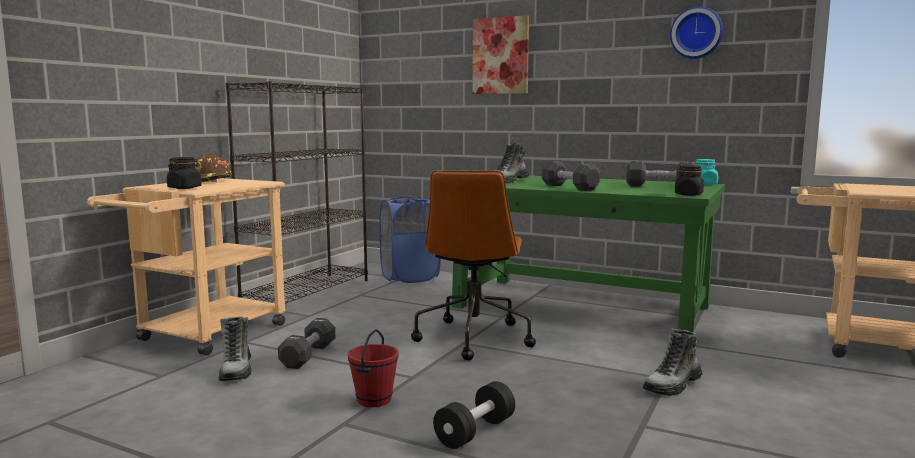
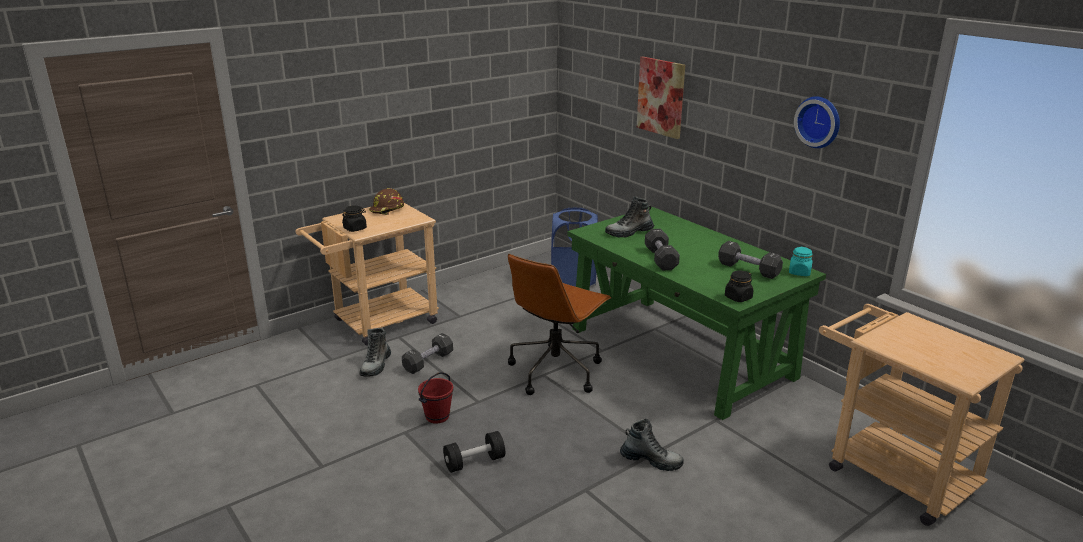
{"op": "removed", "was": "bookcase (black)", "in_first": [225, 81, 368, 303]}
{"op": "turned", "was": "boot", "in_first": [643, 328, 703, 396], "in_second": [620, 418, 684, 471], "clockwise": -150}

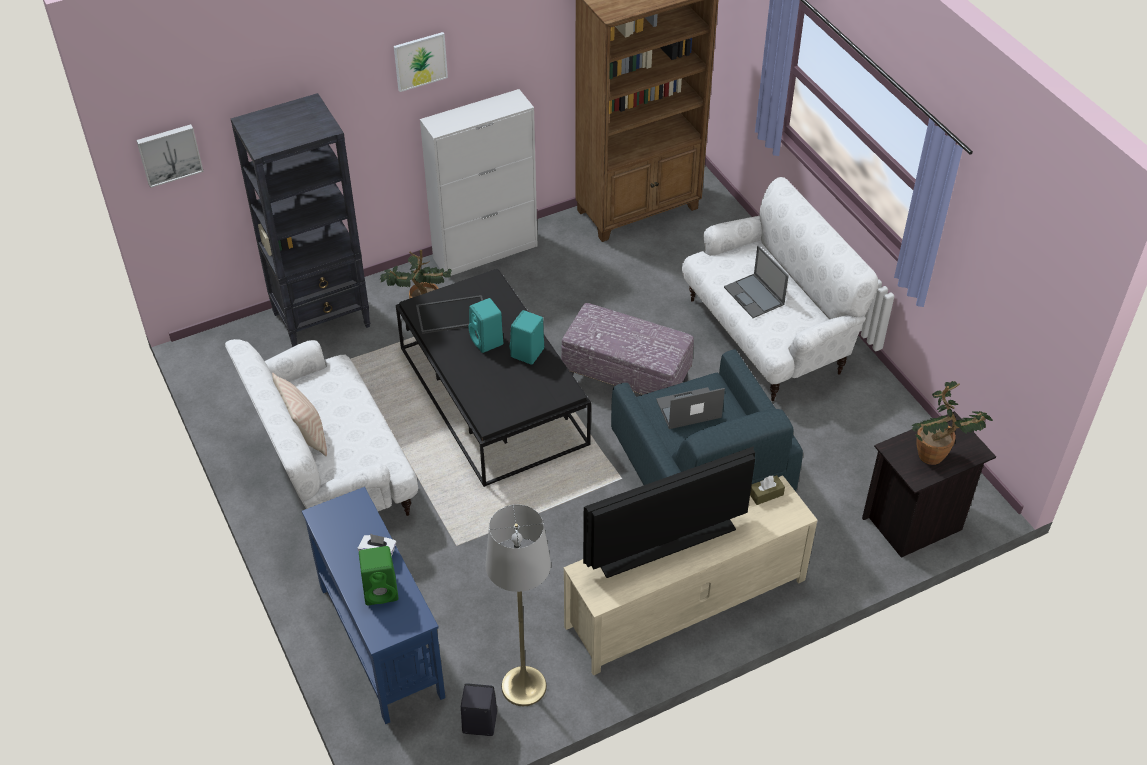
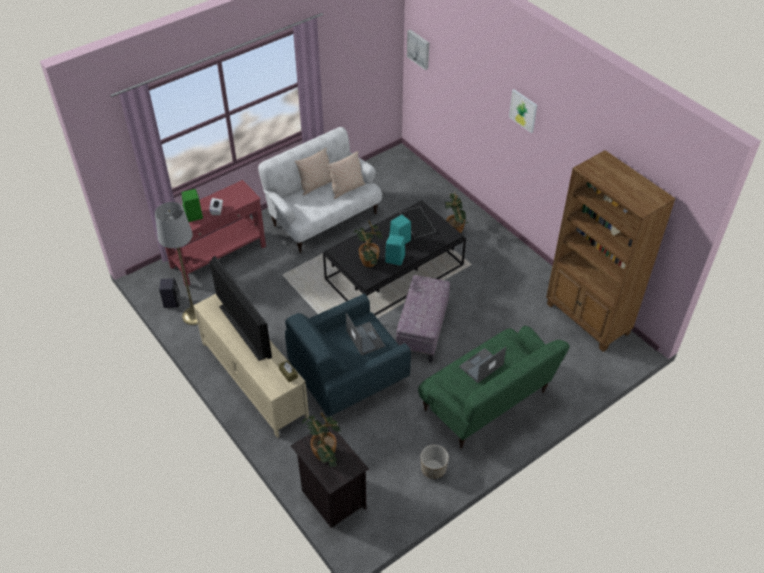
{"op": "removed", "was": "bookcase (black)", "in_first": [231, 93, 370, 347]}
{"op": "recoloured", "was": "console table (blue)", "now": "console table (red)", "in_first": [302, 487, 445, 724], "in_second": [165, 180, 266, 286]}
{"op": "removed", "was": "cabinet (white)", "in_first": [420, 89, 537, 276]}
{"op": "recoloured", "was": "sofa (white)", "now": "sofa (green)", "in_first": [682, 177, 878, 401], "in_second": [418, 326, 570, 449]}
{"op": "added", "now": "pillow (beige)", "in_second": [326, 151, 365, 199]}
{"op": "added", "now": "potted plant", "in_second": [354, 220, 383, 267]}
{"op": "added", "now": "planter", "in_second": [420, 445, 449, 479]}

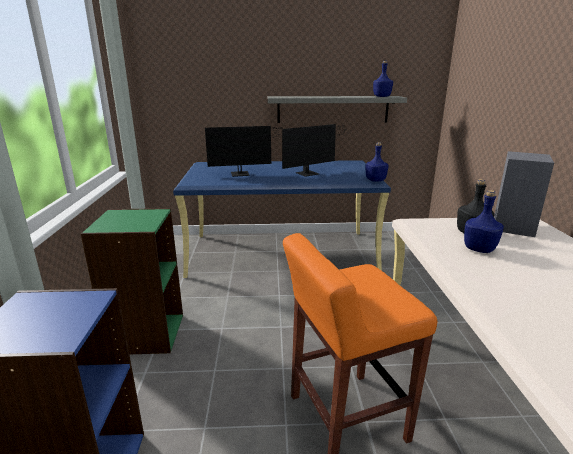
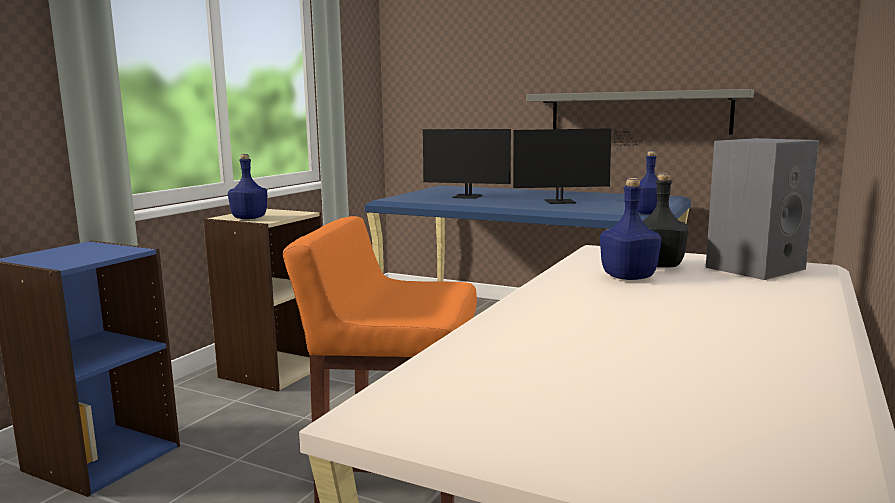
{"op": "recoloured", "was": "bookcase (green)", "now": "bookcase (beige)", "in_first": [81, 208, 183, 354], "in_second": [203, 208, 322, 392]}
{"op": "moved", "was": "bottle (blue)", "in_first": [373, 61, 393, 97], "in_second": [228, 154, 267, 219]}

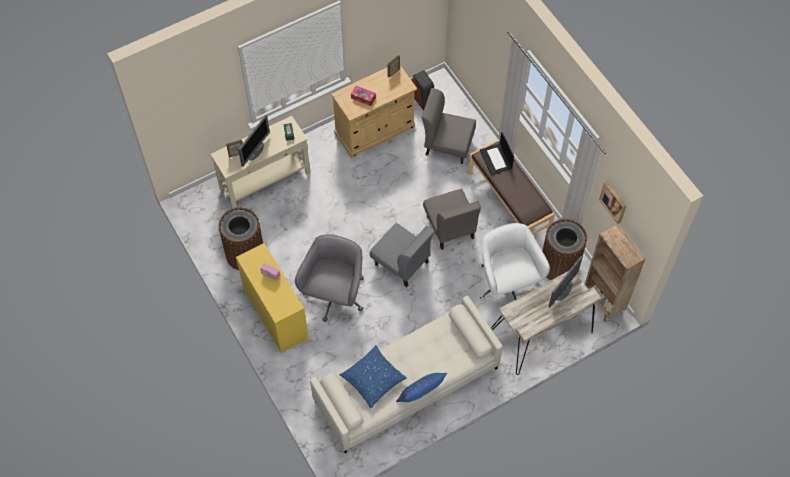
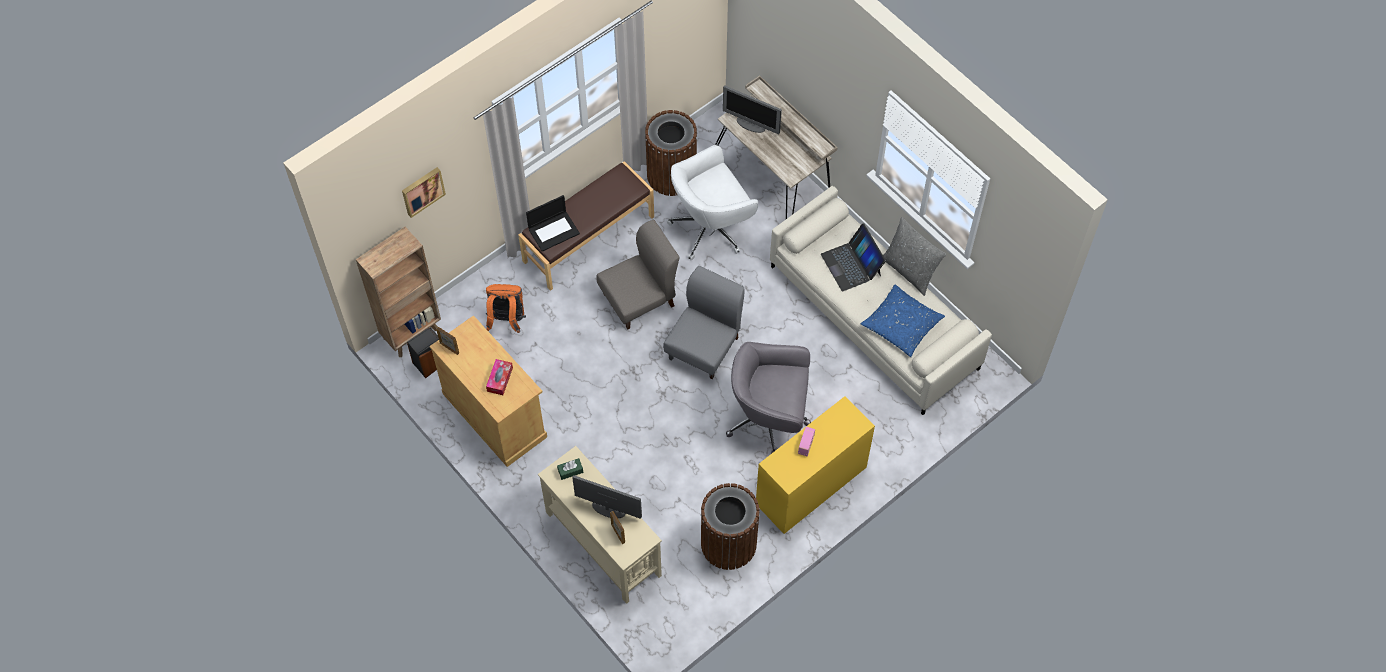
{"op": "recoloured", "was": "pillow (blue)", "now": "pillow (grey)", "in_first": [396, 373, 447, 402], "in_second": [883, 217, 946, 296]}
{"op": "replaced", "was": "chair (grey)", "now": "backpack (orange)", "in_first": [422, 88, 476, 164], "in_second": [486, 284, 526, 333]}
{"op": "moved", "was": "bookcase (brown)", "in_first": [585, 224, 645, 322], "in_second": [356, 227, 441, 357]}
{"op": "moved", "was": "picture", "in_first": [599, 181, 627, 224], "in_second": [402, 167, 446, 218]}
{"op": "added", "now": "laptop", "in_second": [821, 223, 886, 292]}

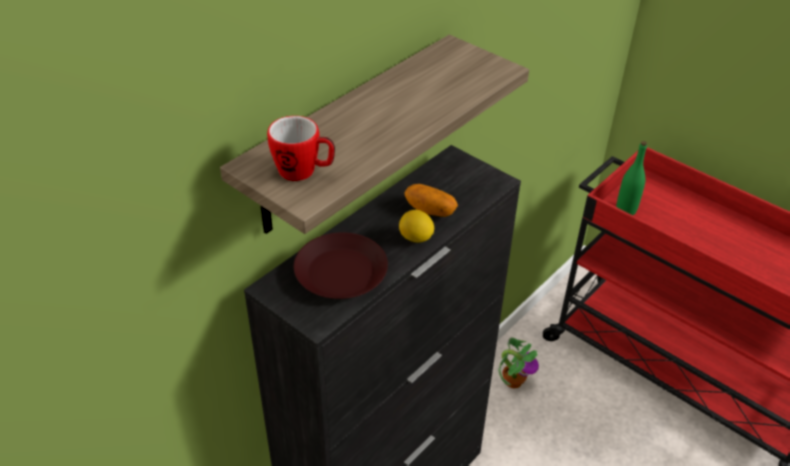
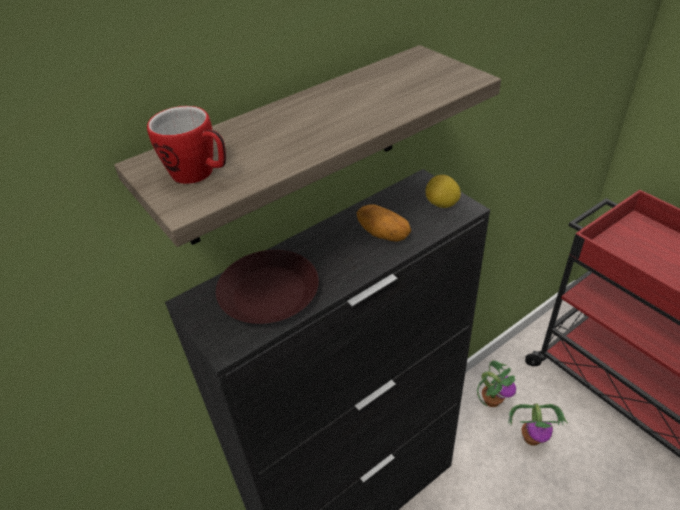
{"op": "moved", "was": "lemon", "in_first": [399, 210, 434, 243], "in_second": [425, 175, 461, 208]}
{"op": "removed", "was": "bottle (green)", "in_first": [616, 141, 647, 215]}
{"op": "added", "now": "potted plant", "in_second": [508, 403, 568, 446]}

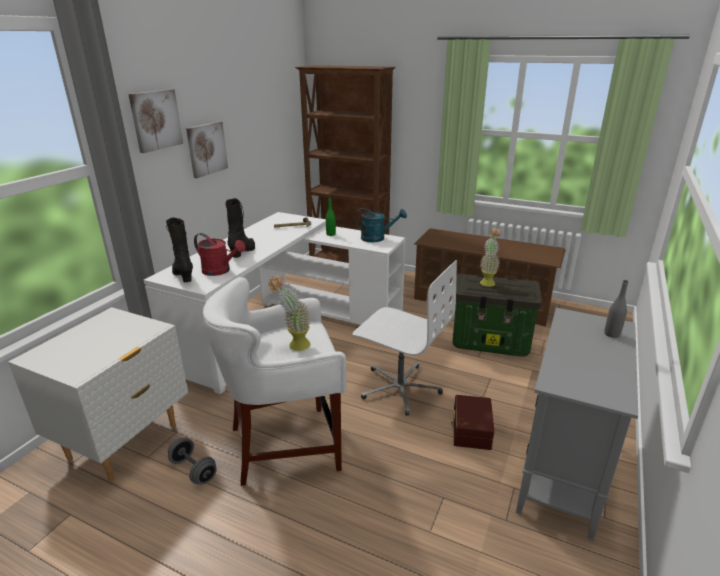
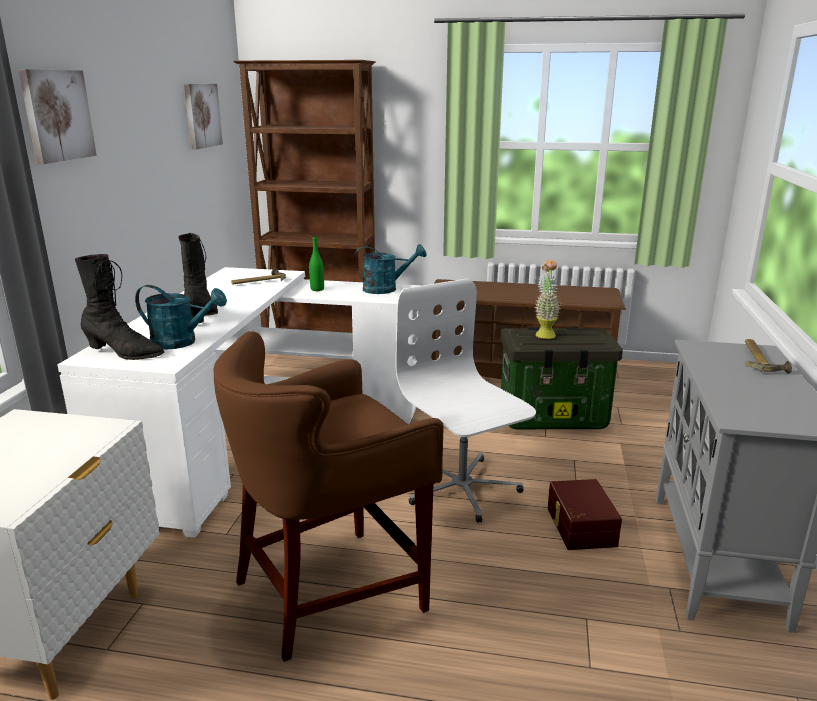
{"op": "turned", "was": "boot (black)", "in_first": [166, 217, 193, 282], "in_second": [75, 254, 164, 360], "clockwise": 150}
{"op": "removed", "was": "dumbbell (grey)", "in_first": [168, 438, 217, 485]}
{"op": "moved", "was": "picture", "in_first": [186, 121, 228, 178], "in_second": [184, 84, 223, 150]}
{"op": "recoloured", "was": "watering can (red)", "now": "watering can (turquoise)", "in_first": [194, 233, 246, 276], "in_second": [135, 285, 227, 350]}
{"op": "recoloured", "was": "stool (white)", "now": "stool (brown)", "in_first": [203, 277, 347, 486], "in_second": [213, 331, 444, 662]}
{"op": "removed", "was": "potted plant", "in_first": [268, 275, 311, 351]}
{"op": "turned", "was": "office chair (white)", "in_first": [352, 260, 457, 416], "in_second": [395, 278, 536, 523], "clockwise": -135}
{"op": "replaced", "was": "bottle (grey)", "now": "hammer", "in_first": [604, 280, 628, 338], "in_second": [745, 339, 792, 374]}

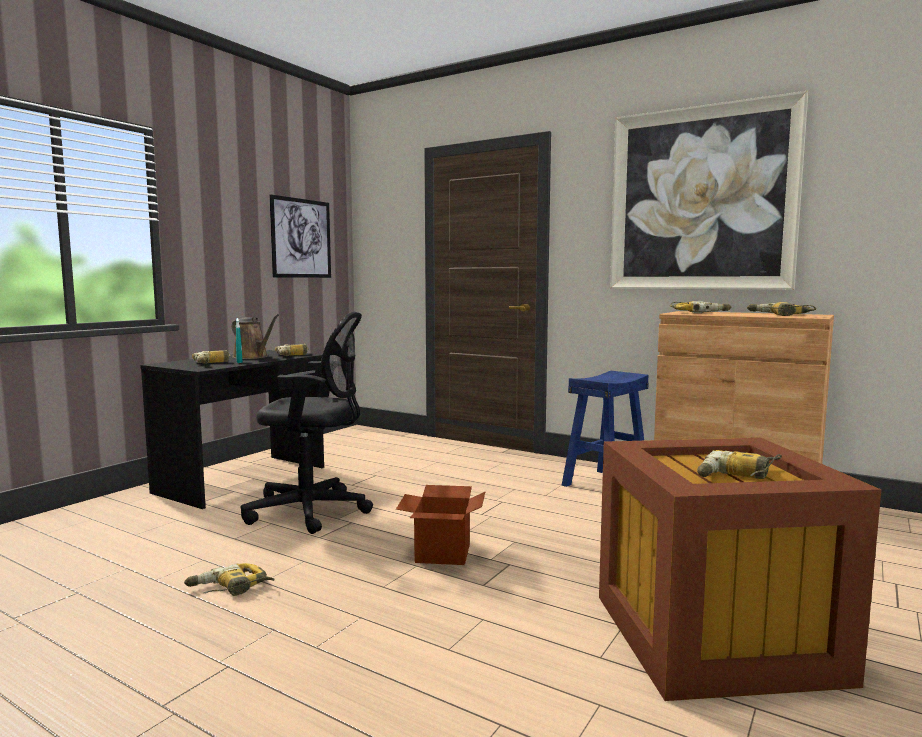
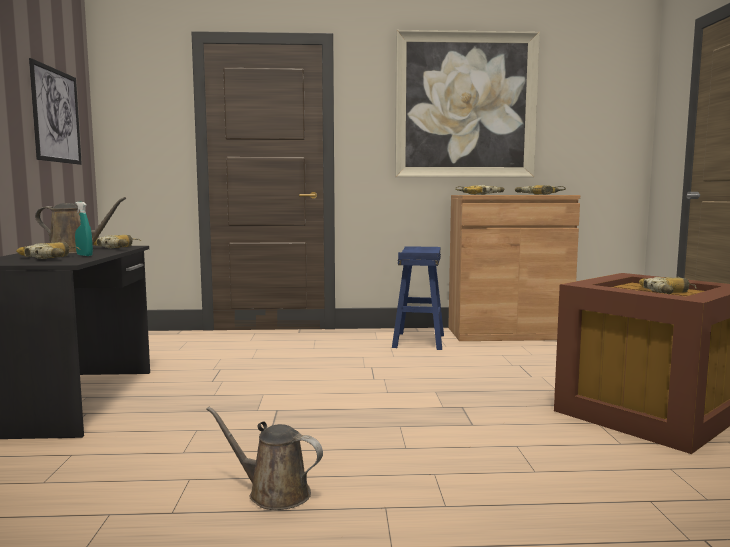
{"op": "replaced", "was": "power drill", "now": "watering can (brown)", "in_first": [184, 563, 275, 596], "in_second": [206, 406, 323, 510]}
{"op": "removed", "was": "office chair (black)", "in_first": [241, 312, 373, 534]}
{"op": "removed", "was": "cardboard box", "in_first": [396, 485, 485, 565]}

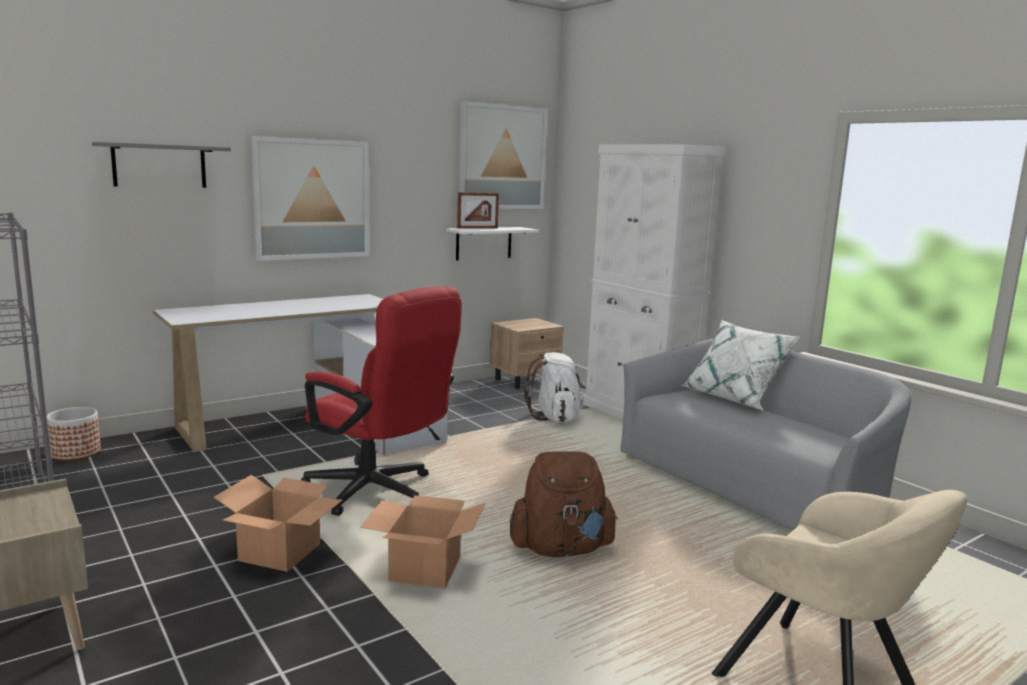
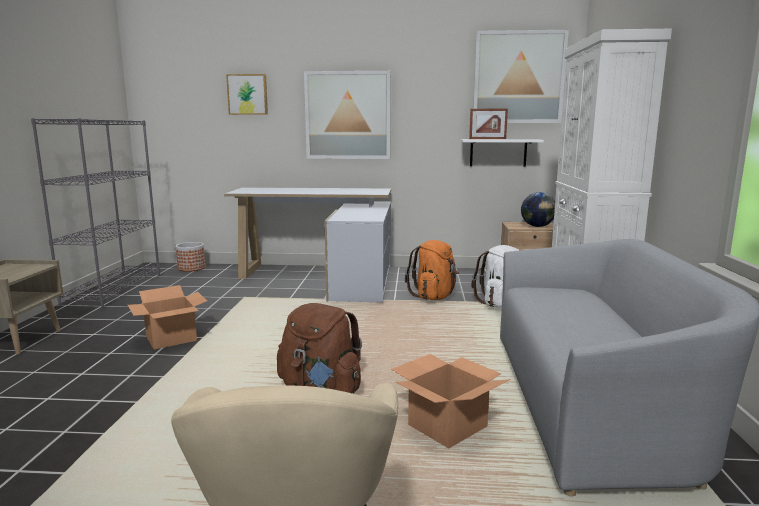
{"op": "replaced", "was": "shelf (grey)", "now": "picture", "in_first": [92, 142, 231, 188], "in_second": [226, 74, 268, 115]}
{"op": "removed", "was": "office chair (red)", "in_first": [301, 286, 462, 516]}
{"op": "moved", "was": "cardboard box", "in_first": [361, 495, 486, 588], "in_second": [391, 354, 511, 449]}
{"op": "removed", "was": "pillow (white)", "in_first": [682, 320, 800, 410]}
{"op": "added", "now": "backpack (orange)", "in_second": [405, 240, 459, 300]}
{"op": "added", "now": "globe", "in_second": [521, 192, 555, 227]}

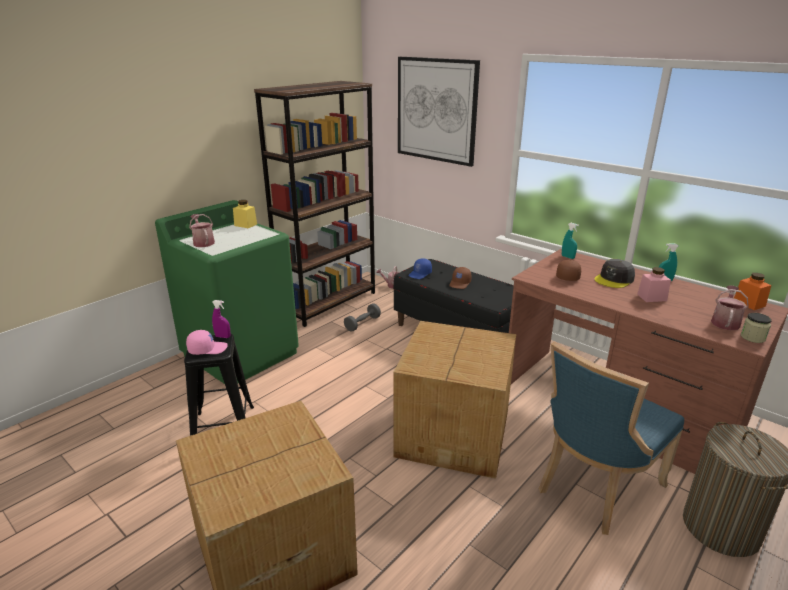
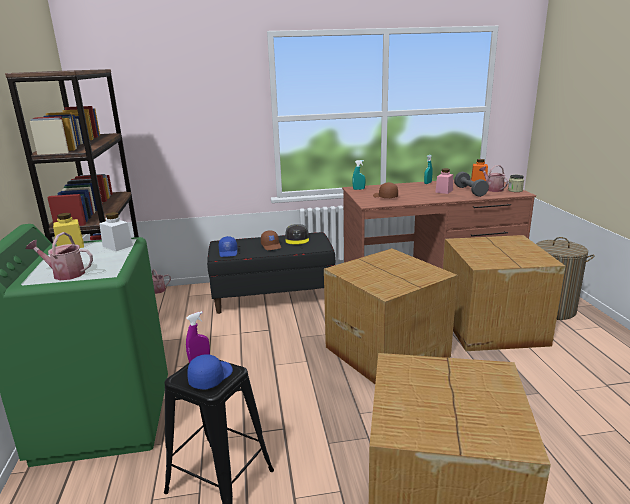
{"op": "recoloured", "was": "cap (pink)", "now": "cap (blue)", "in_first": [186, 330, 228, 355], "in_second": [187, 354, 233, 390]}
{"op": "moved", "was": "dumbbell (grey)", "in_first": [344, 303, 381, 332], "in_second": [454, 172, 489, 197]}
{"op": "removed", "was": "picture", "in_first": [398, 57, 480, 167]}
{"op": "replaced", "was": "chair (blue)", "now": "cardboard box", "in_first": [539, 341, 684, 535], "in_second": [443, 235, 565, 351]}
{"op": "moved", "was": "cap (grey)", "in_first": [595, 259, 635, 288], "in_second": [285, 224, 309, 245]}
{"op": "added", "now": "jar (white)", "in_second": [99, 212, 133, 251]}

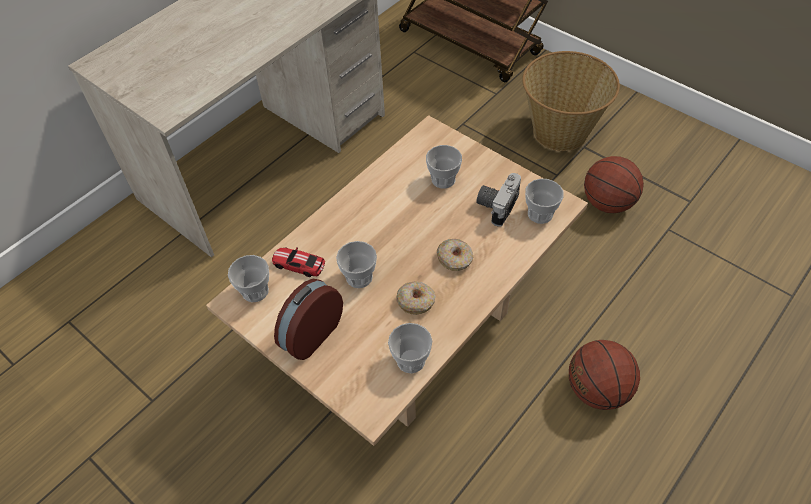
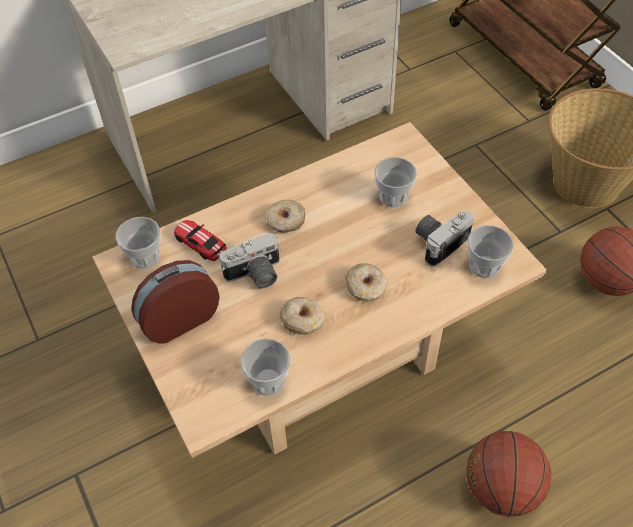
{"op": "replaced", "was": "cup", "now": "photo camera", "in_first": [336, 241, 377, 288], "in_second": [220, 233, 281, 288]}
{"op": "added", "now": "donut", "in_second": [265, 199, 306, 232]}

